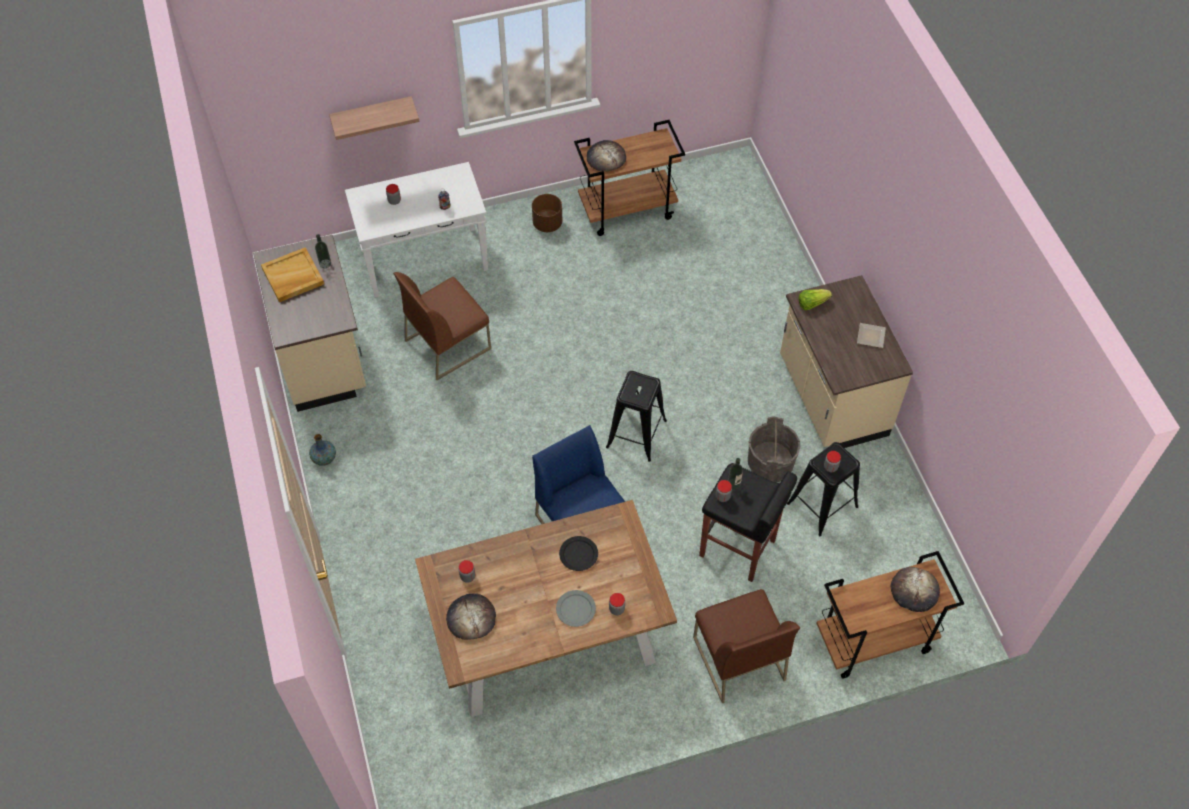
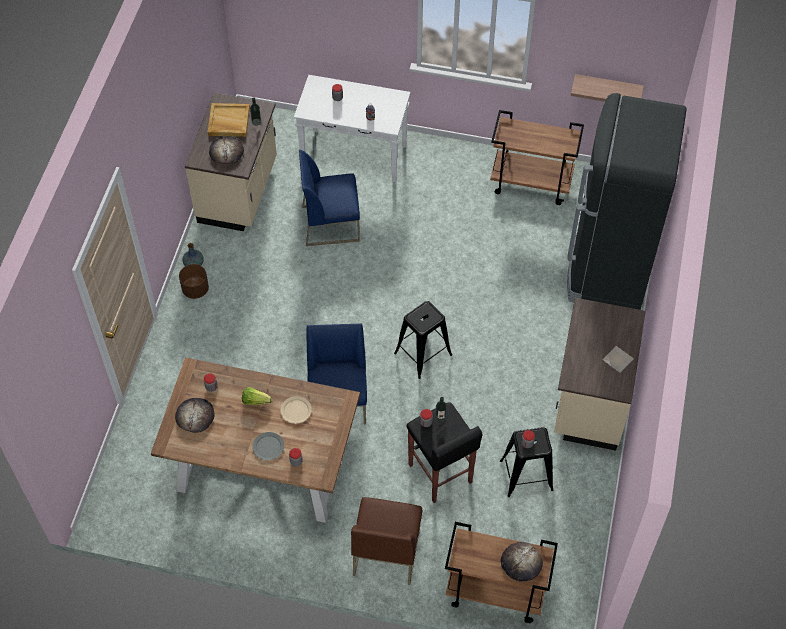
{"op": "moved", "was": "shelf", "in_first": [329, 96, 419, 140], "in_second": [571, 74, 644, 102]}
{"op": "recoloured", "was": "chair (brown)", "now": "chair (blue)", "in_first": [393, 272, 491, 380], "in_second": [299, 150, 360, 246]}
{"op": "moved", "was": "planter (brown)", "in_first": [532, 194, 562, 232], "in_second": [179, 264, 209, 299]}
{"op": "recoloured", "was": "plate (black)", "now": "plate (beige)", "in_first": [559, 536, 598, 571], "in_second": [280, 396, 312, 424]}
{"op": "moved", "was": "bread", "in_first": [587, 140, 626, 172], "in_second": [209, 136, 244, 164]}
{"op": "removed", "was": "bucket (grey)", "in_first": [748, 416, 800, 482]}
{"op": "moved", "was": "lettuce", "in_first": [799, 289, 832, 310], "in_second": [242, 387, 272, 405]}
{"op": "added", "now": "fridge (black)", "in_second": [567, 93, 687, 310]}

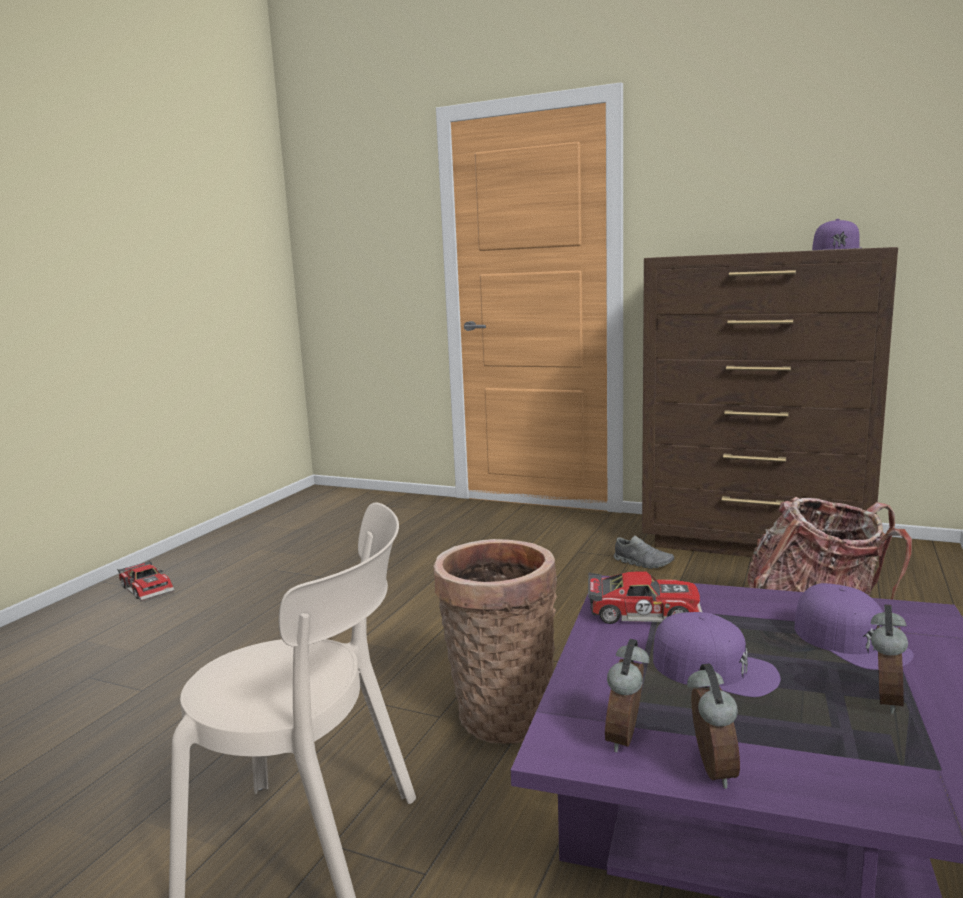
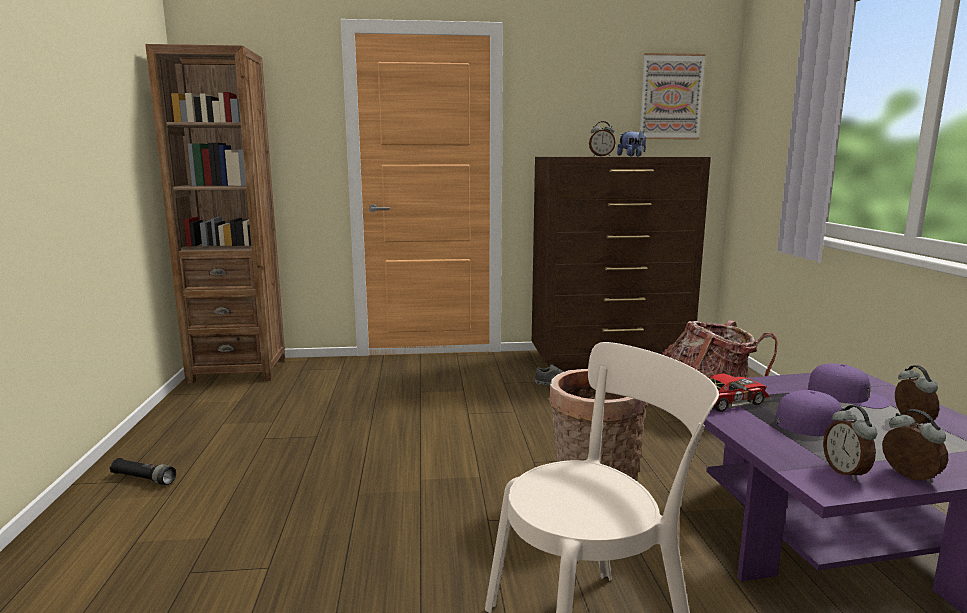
{"op": "replaced", "was": "toy car", "now": "flashlight (black)", "in_first": [117, 560, 174, 601], "in_second": [110, 458, 176, 485]}
{"op": "removed", "was": "cap (purple)", "in_first": [812, 219, 862, 250]}
{"op": "added", "now": "bookcase (brown)", "in_second": [145, 44, 285, 383]}
{"op": "added", "now": "alarm clock", "in_second": [589, 121, 616, 156]}
{"op": "added", "now": "plush toy", "in_second": [617, 130, 646, 156]}
{"op": "added", "now": "picture", "in_second": [640, 53, 706, 139]}

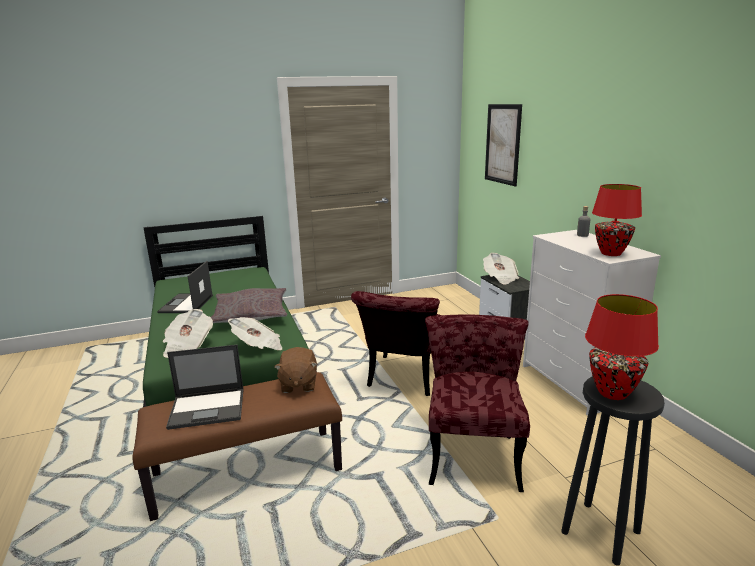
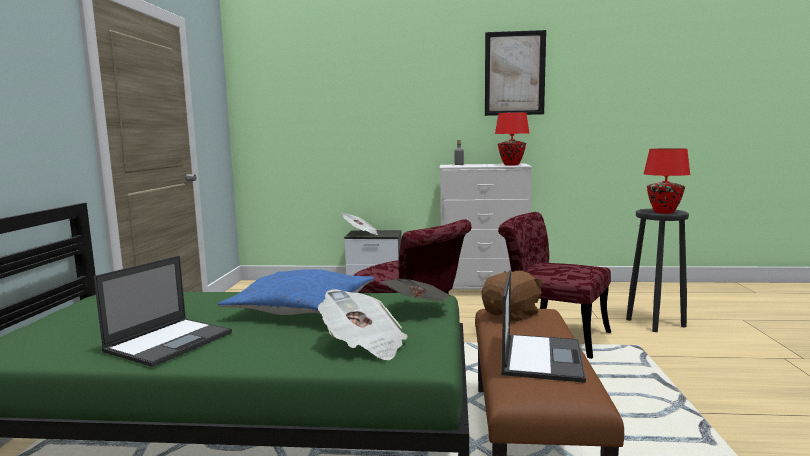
{"op": "turned", "was": "laptop", "in_first": [157, 261, 213, 313], "in_second": [94, 255, 232, 367], "clockwise": -90}
{"op": "recoloured", "was": "pillow (grey)", "now": "pillow (blue)", "in_first": [211, 288, 287, 323], "in_second": [218, 269, 374, 315]}
{"op": "turned", "was": "plush toy (brown)", "in_first": [274, 347, 317, 393], "in_second": [482, 271, 543, 322], "clockwise": -60}
{"op": "moved", "was": "picture", "in_first": [485, 104, 522, 186], "in_second": [485, 30, 546, 116]}

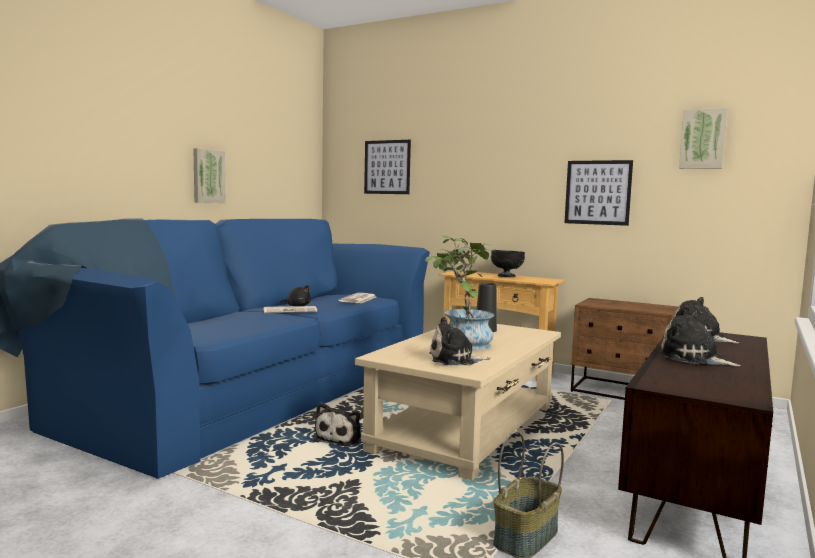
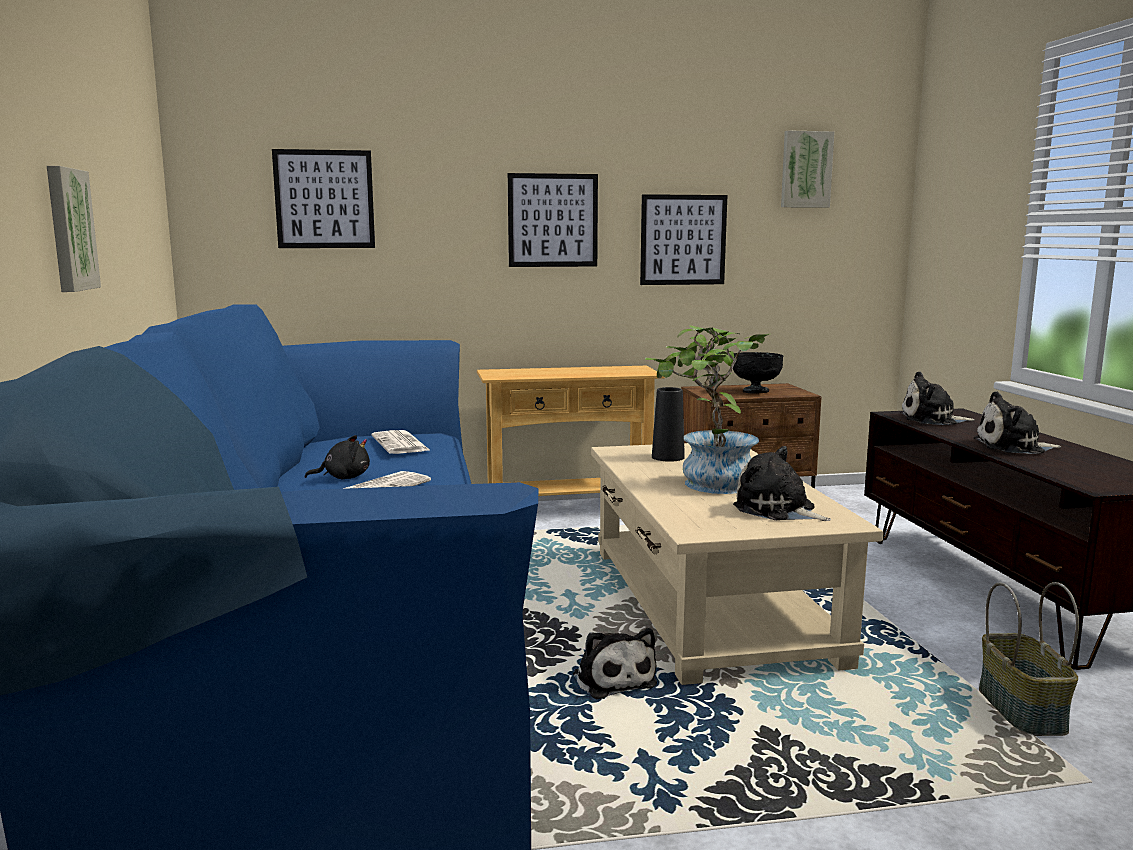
{"op": "turned", "was": "plush toy", "in_first": [430, 317, 490, 365], "in_second": [733, 446, 831, 521], "clockwise": 90}
{"op": "moved", "was": "bowl (black)", "in_first": [491, 250, 525, 277], "in_second": [733, 352, 783, 394]}
{"op": "added", "now": "picture", "in_second": [508, 173, 598, 267]}

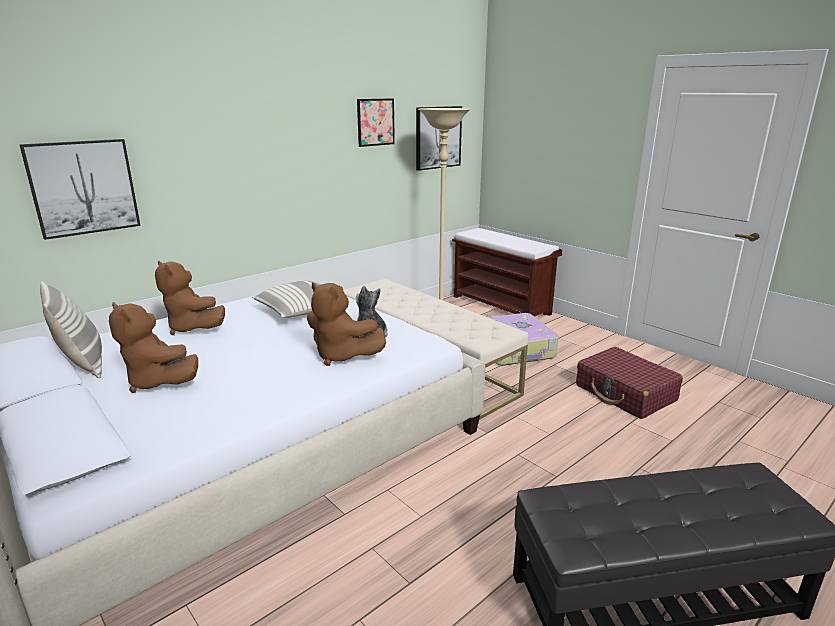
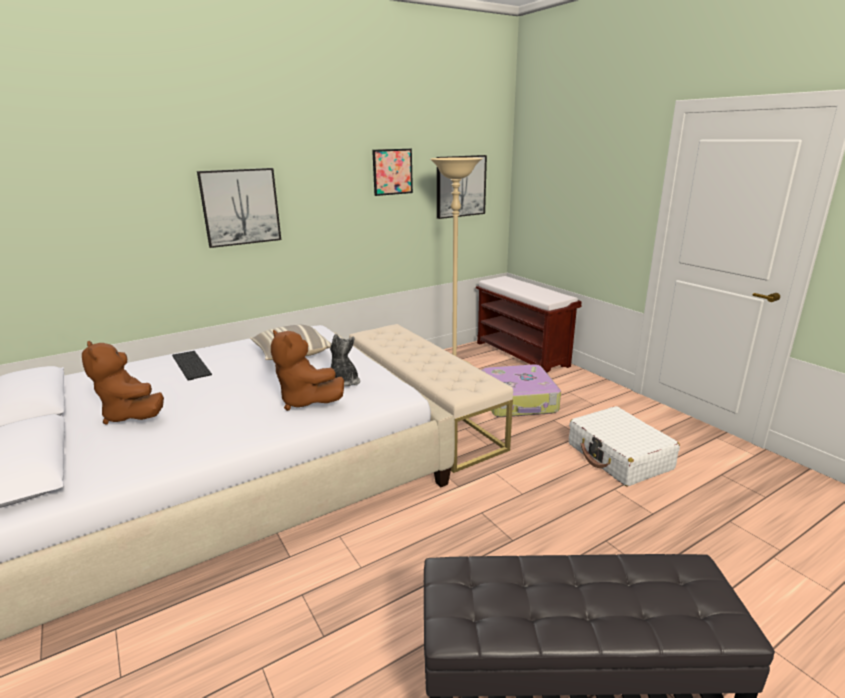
{"op": "moved", "was": "picture", "in_first": [19, 139, 141, 240], "in_second": [197, 168, 281, 248]}
{"op": "removed", "was": "pillow", "in_first": [40, 281, 102, 378]}
{"op": "replaced", "was": "plush toy (brown)", "now": "keyboard", "in_first": [155, 260, 225, 335], "in_second": [172, 351, 212, 381]}
{"op": "recoloured", "was": "suitcase (red)", "now": "suitcase (white)", "in_first": [576, 347, 683, 419], "in_second": [569, 406, 680, 486]}

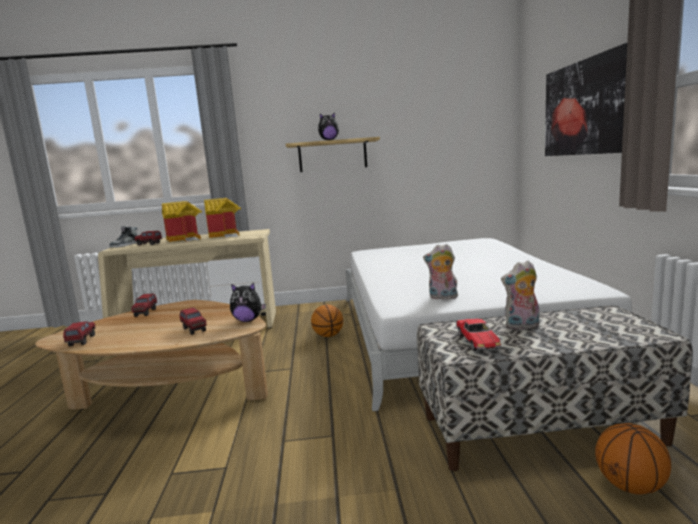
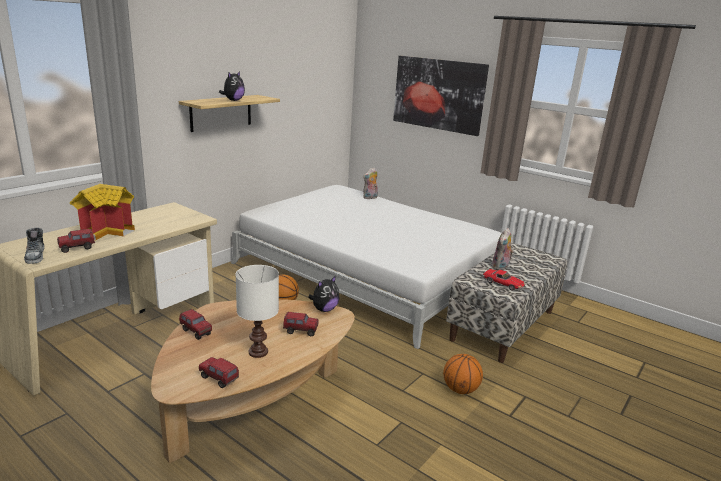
{"op": "removed", "was": "toy house", "in_first": [204, 198, 241, 238]}
{"op": "moved", "was": "plush toy", "in_first": [423, 244, 458, 299], "in_second": [363, 167, 378, 199]}
{"op": "moved", "was": "basketball", "in_first": [595, 423, 671, 495], "in_second": [443, 354, 483, 394]}
{"op": "added", "now": "table lamp (white)", "in_second": [235, 265, 279, 358]}

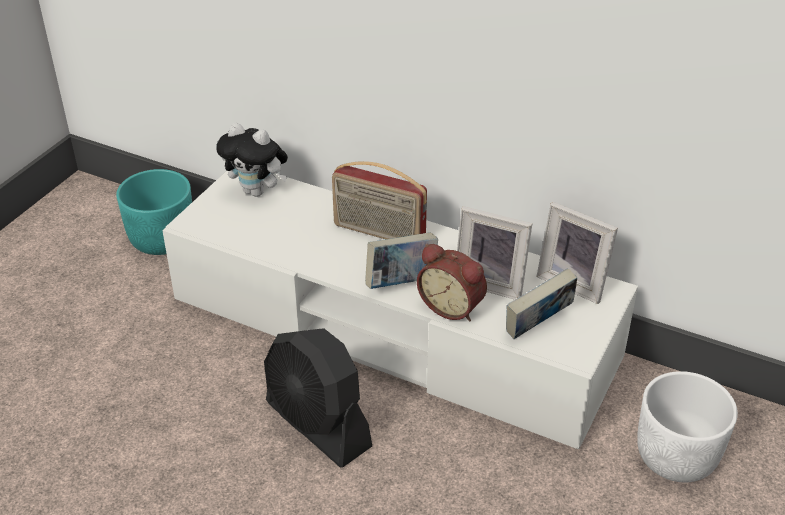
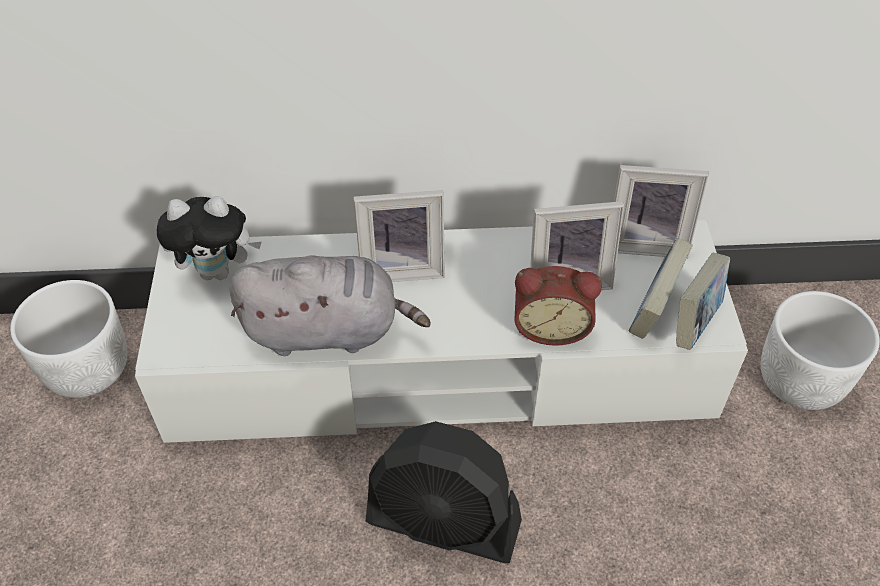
{"op": "recoloured", "was": "planter (turquoise)", "now": "planter (white)", "in_first": [116, 169, 192, 255], "in_second": [10, 280, 127, 398]}
{"op": "replaced", "was": "radio", "now": "picture frame", "in_first": [332, 161, 427, 239], "in_second": [354, 190, 445, 282]}
{"op": "moved", "was": "book", "in_first": [365, 232, 438, 289], "in_second": [676, 253, 730, 350]}
{"op": "added", "now": "plush toy (grey)", "in_second": [229, 255, 431, 356]}

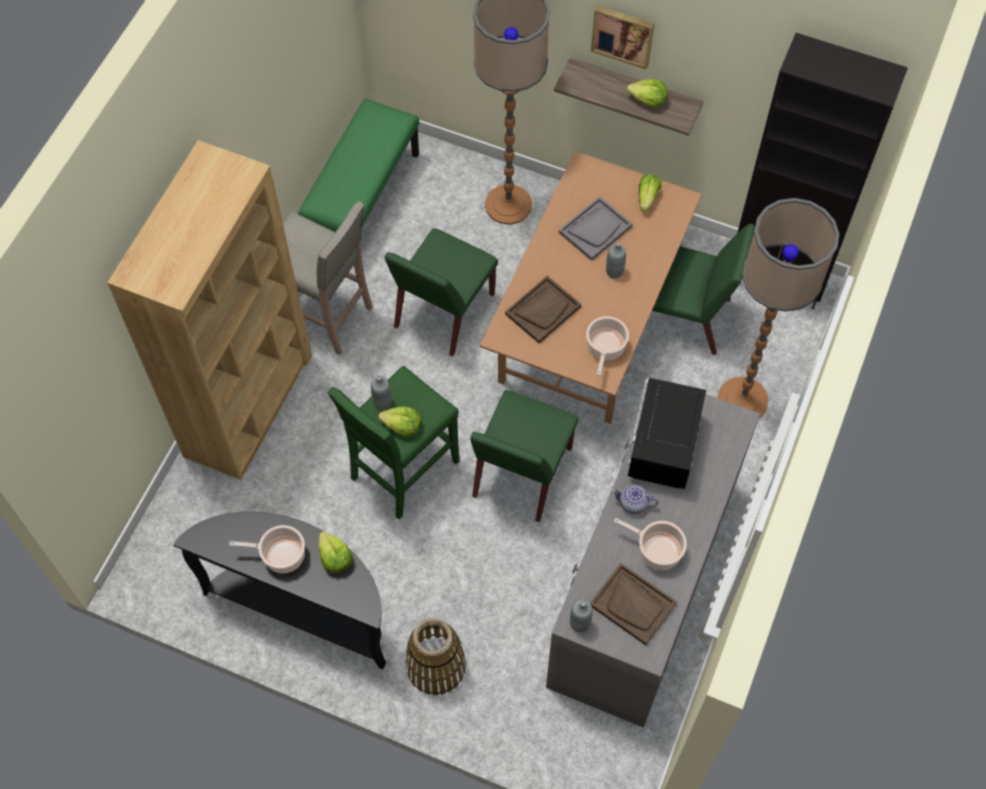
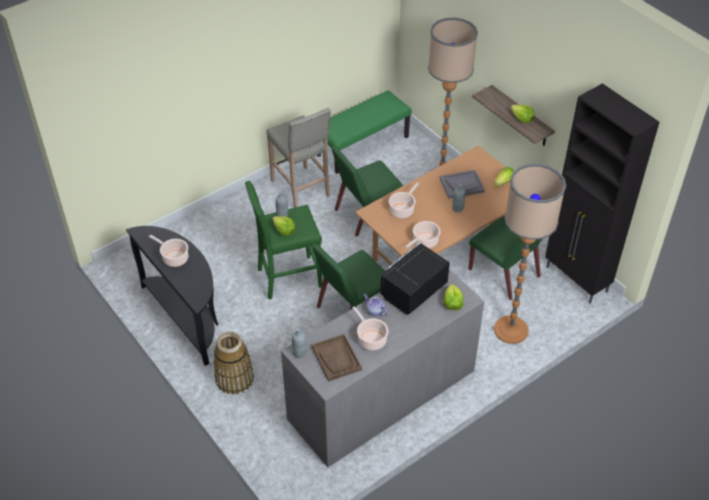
{"op": "removed", "was": "bookcase (brown)", "in_first": [107, 140, 312, 480]}
{"op": "moved", "was": "lettuce", "in_first": [318, 531, 353, 573], "in_second": [443, 284, 464, 310]}
{"op": "replaced", "was": "tray (brown)", "now": "cooking pot", "in_first": [505, 276, 581, 343], "in_second": [389, 183, 419, 219]}
{"op": "removed", "was": "picture", "in_first": [591, 5, 655, 69]}

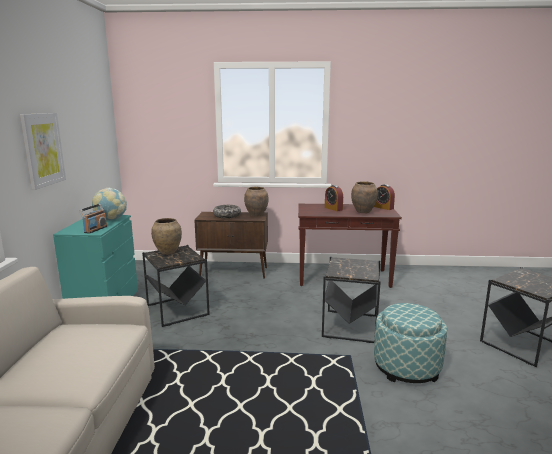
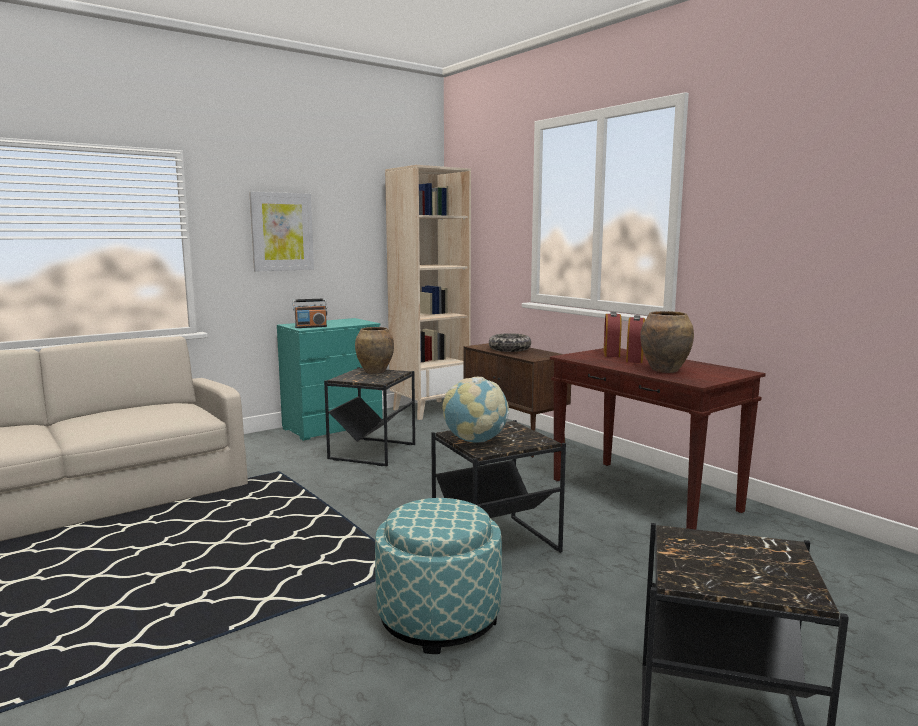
{"op": "moved", "was": "globe", "in_first": [92, 188, 127, 221], "in_second": [442, 377, 509, 442]}
{"op": "removed", "was": "vase (brown)", "in_first": [244, 187, 269, 217]}
{"op": "moved", "was": "alarm clock", "in_first": [374, 184, 395, 210], "in_second": [604, 312, 622, 357]}
{"op": "added", "now": "bookcase (beige)", "in_second": [385, 165, 471, 420]}

